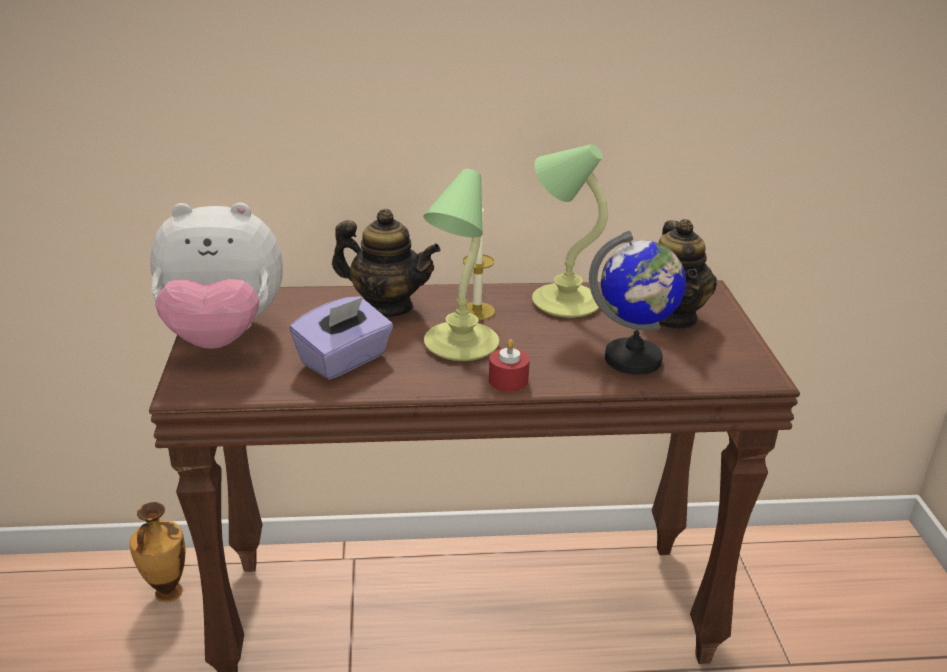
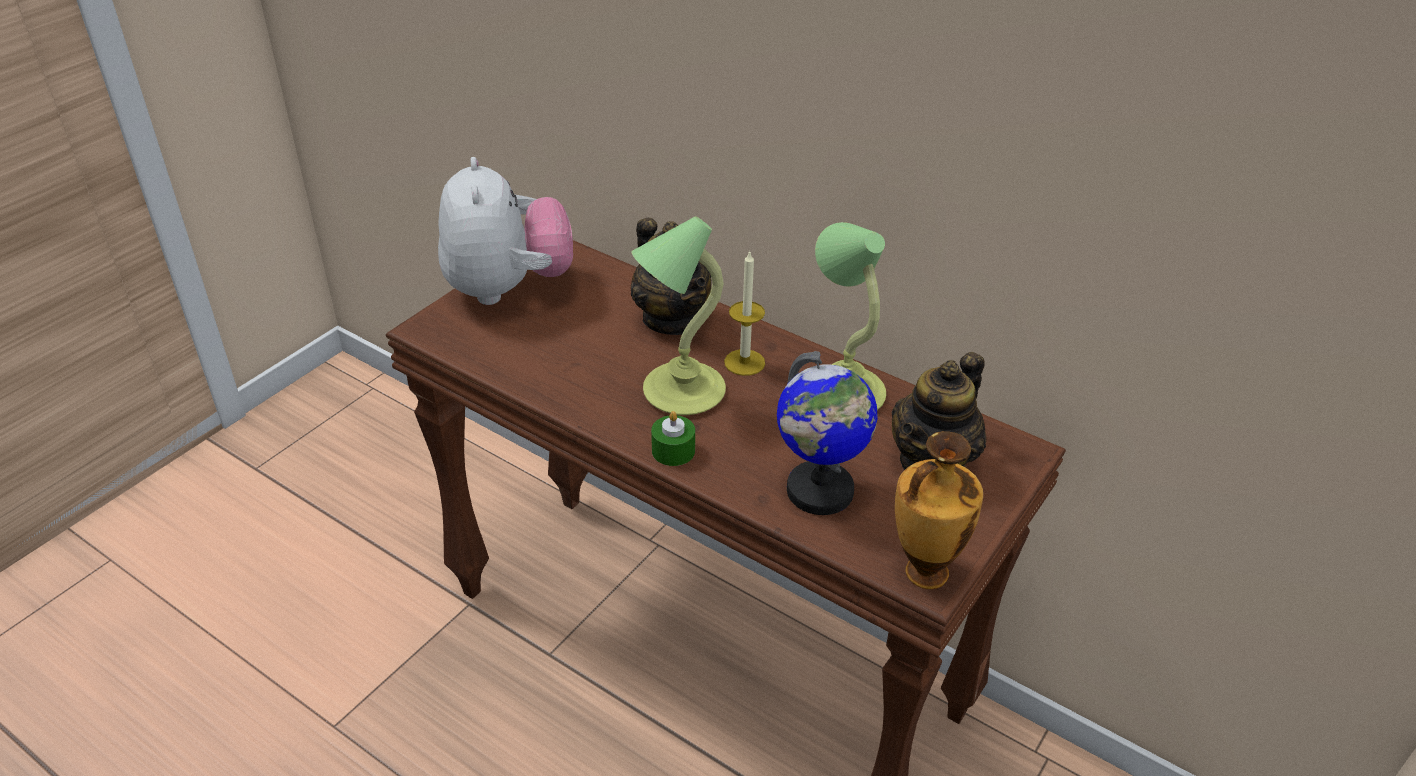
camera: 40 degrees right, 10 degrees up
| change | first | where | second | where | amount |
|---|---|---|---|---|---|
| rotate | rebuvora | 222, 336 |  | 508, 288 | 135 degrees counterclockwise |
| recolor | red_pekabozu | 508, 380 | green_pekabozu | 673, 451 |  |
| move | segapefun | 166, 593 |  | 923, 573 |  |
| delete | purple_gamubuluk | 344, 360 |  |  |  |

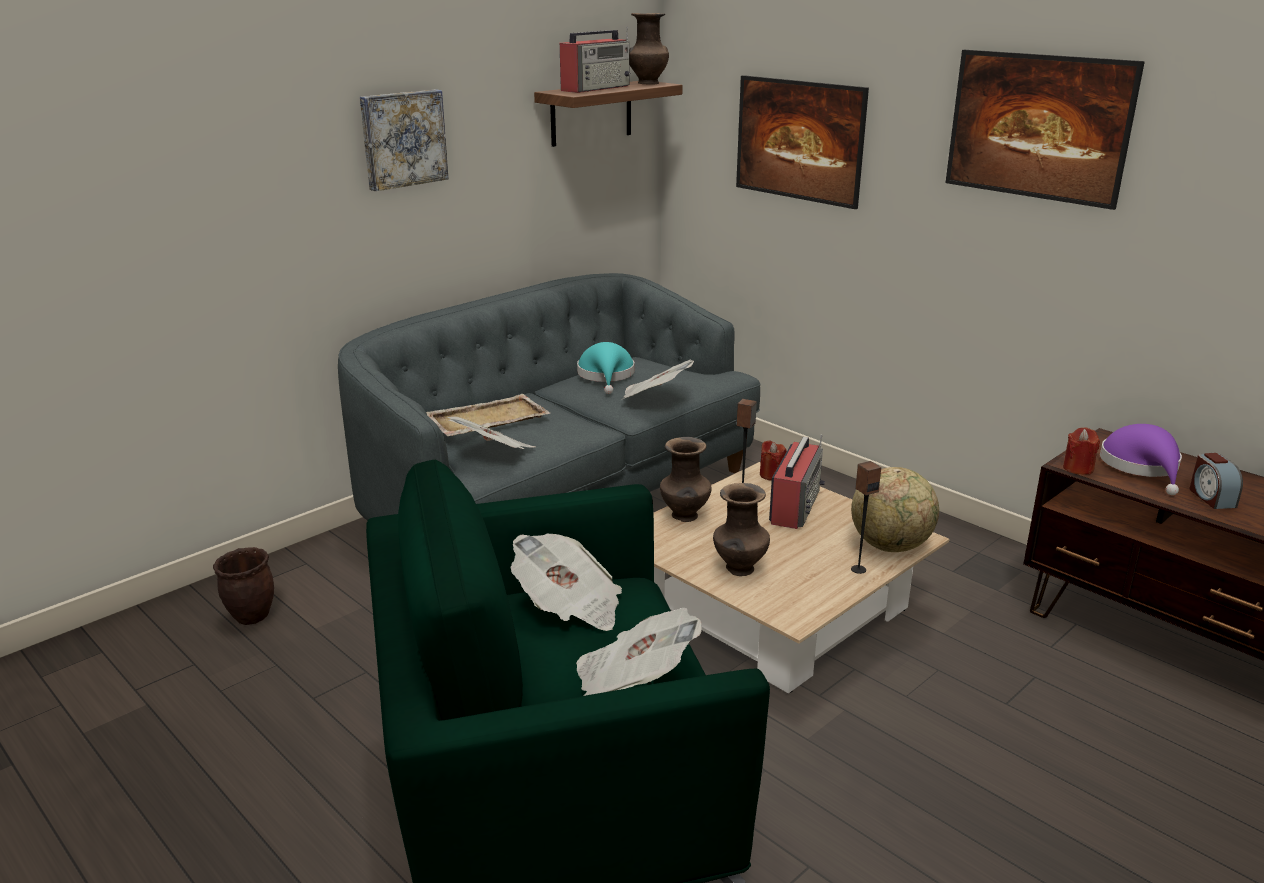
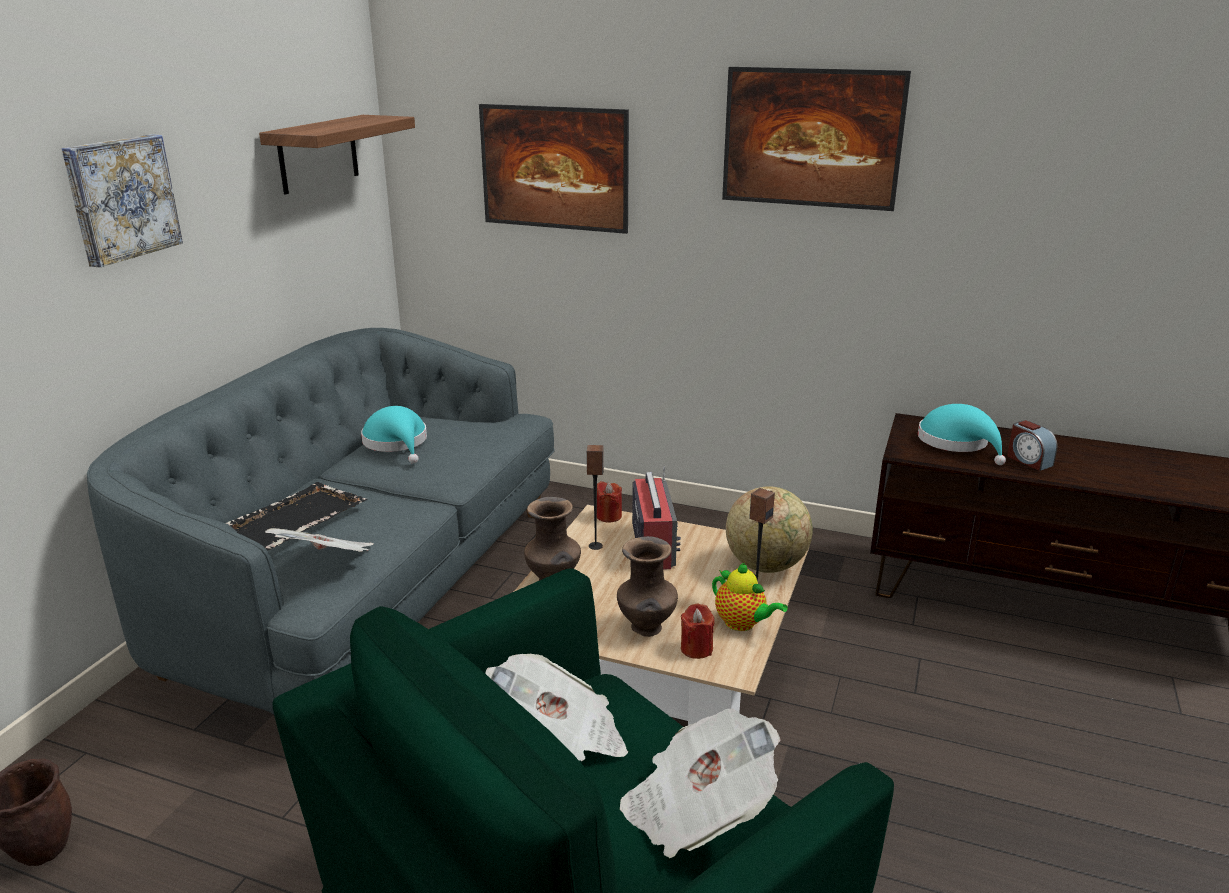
camera: 25 degrees left, 0 degrees up
| change | first | where | second | where | amount |
|---|---|---|---|---|---|
| recolor | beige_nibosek | 486, 419 | black_nibosek | 290, 521 |  |
| move | red_pekabozu | 1078, 468 |  | 696, 649 |  |
| insert |  |  | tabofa | 742, 624 |  |
| recolor | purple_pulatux | 1142, 466 | turquoise_pulatux | 957, 443 |  |
| delete | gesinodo | 596, 88 |  |  |  |
| delete | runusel | 655, 398 |  |  |  |
| delete | brown_segapefun | 647, 83 |  |  |  |

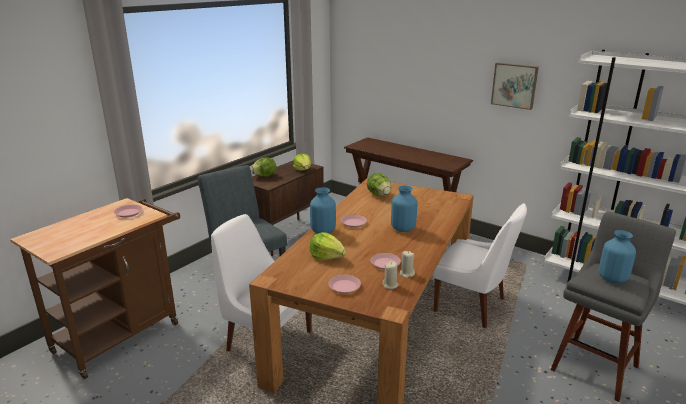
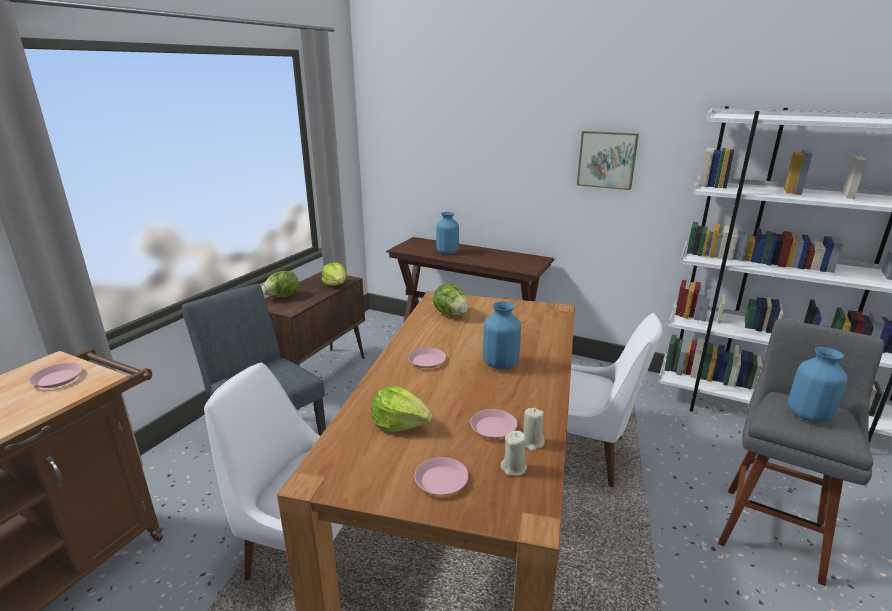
camera: 10 degrees left, 0 degrees up
| change | first | where | second | where | amount |
|---|---|---|---|---|---|
| move | blue_segapefun | 323, 231 |  | 447, 252 |  |

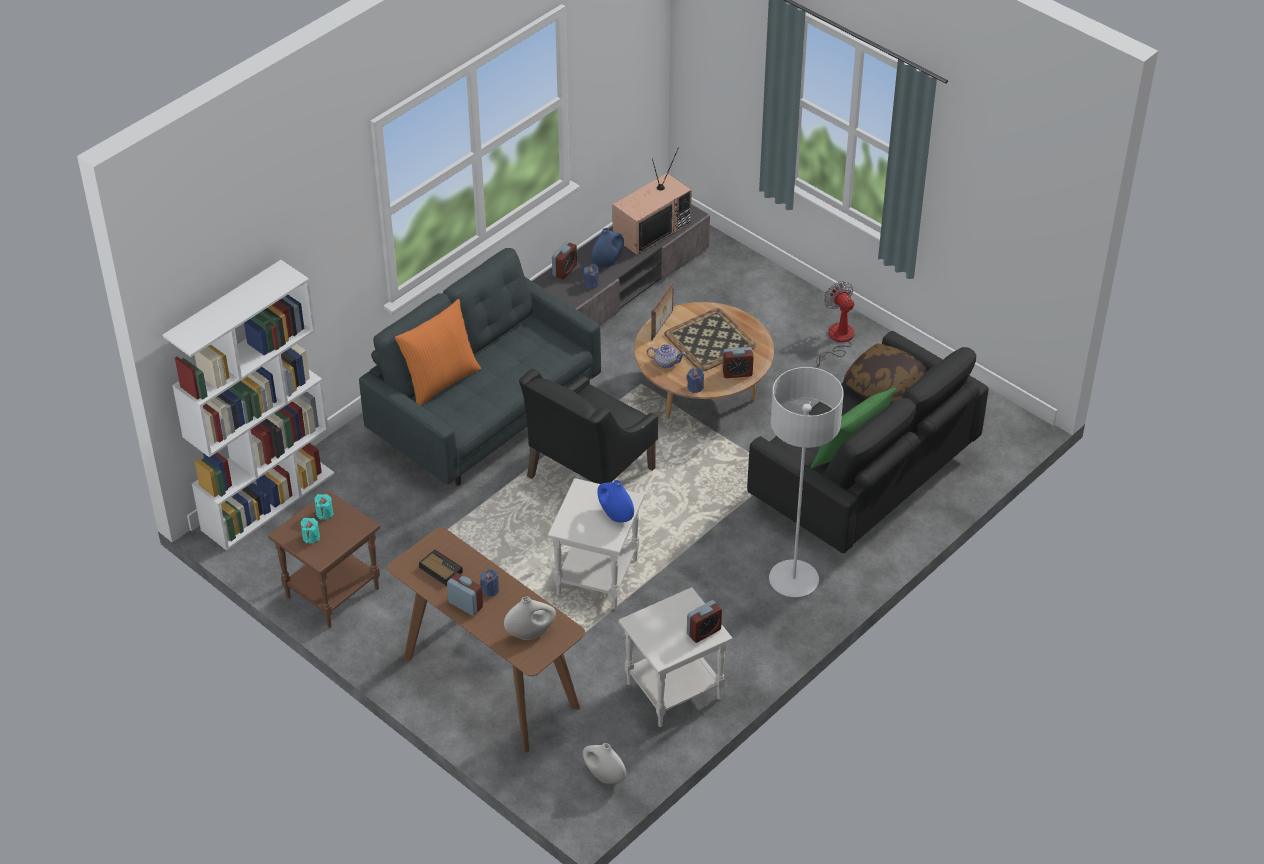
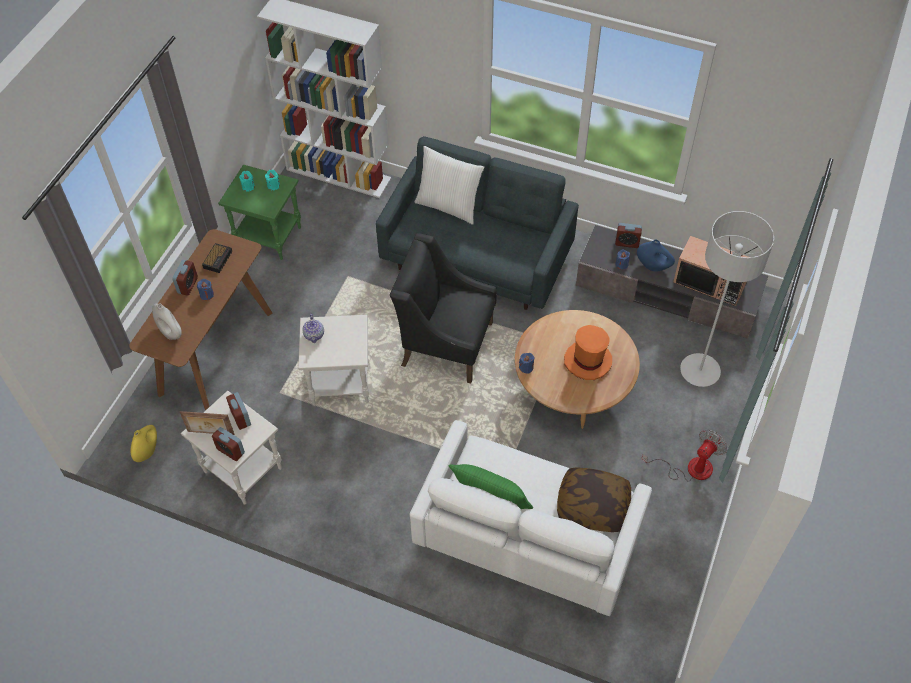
camera: 70 degrees right, 10 degrees up
| change | first | where | second | where | amount |
|---|---|---|---|---|---|
| recolor | white_segapefun | 604, 776 | yellow_segapefun | 147, 451 |  |
| move | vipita | 663, 325 |  | 210, 433 |  |
| recolor | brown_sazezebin | 333, 594 | green_sazezebin | 268, 237 |  |
| move | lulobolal | 737, 373 |  | 241, 418 |  |
| move | tabofa | 665, 362 |  | 314, 334 |  |
| recolor | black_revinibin | 863, 479 | white_revinibin | 527, 538 |  |
| recolor | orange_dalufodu | 440, 381 | white_dalufodu | 448, 206 |  |
| replace | nibosek | 711, 340 | orange_pulatux | 587, 361 |  |
| move | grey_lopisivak | 793, 580 |  | 700, 371 |  |
| delete | blue_segapefun | 615, 515 |  |  |  |

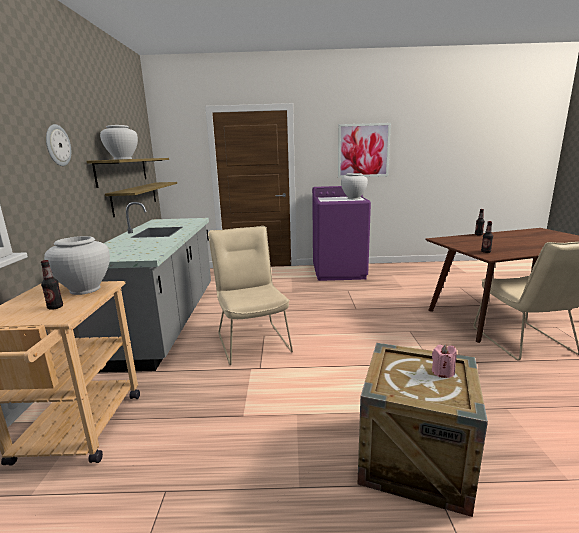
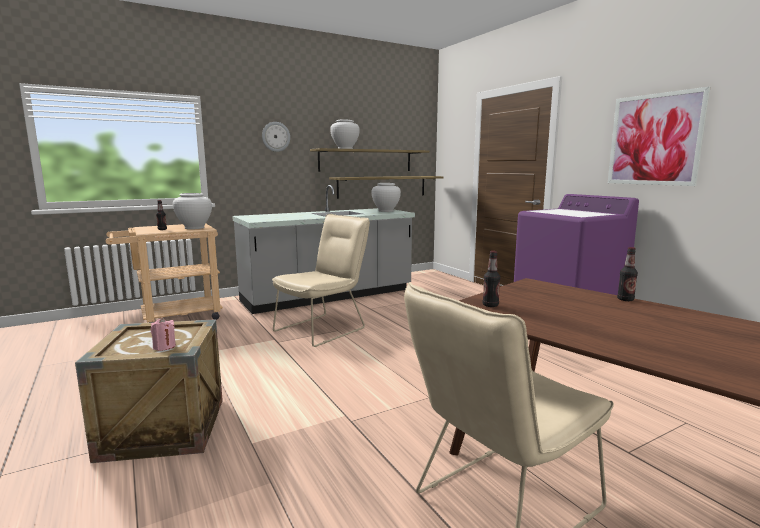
camera: 60 degrees right, 5 degrees down
| change | first | where | second | where | amount |
|---|---|---|---|---|---|
| move | white_segapefun | 353, 198 |  | 386, 211 |  |

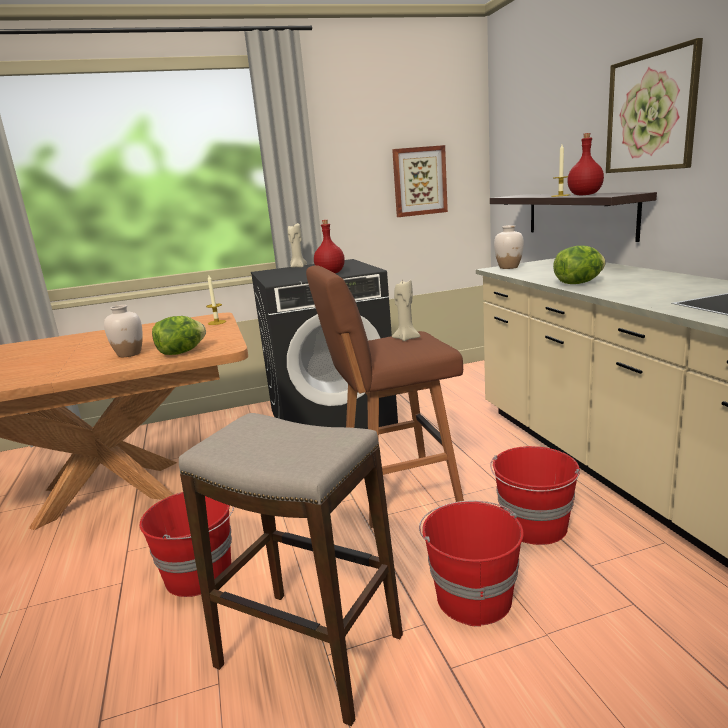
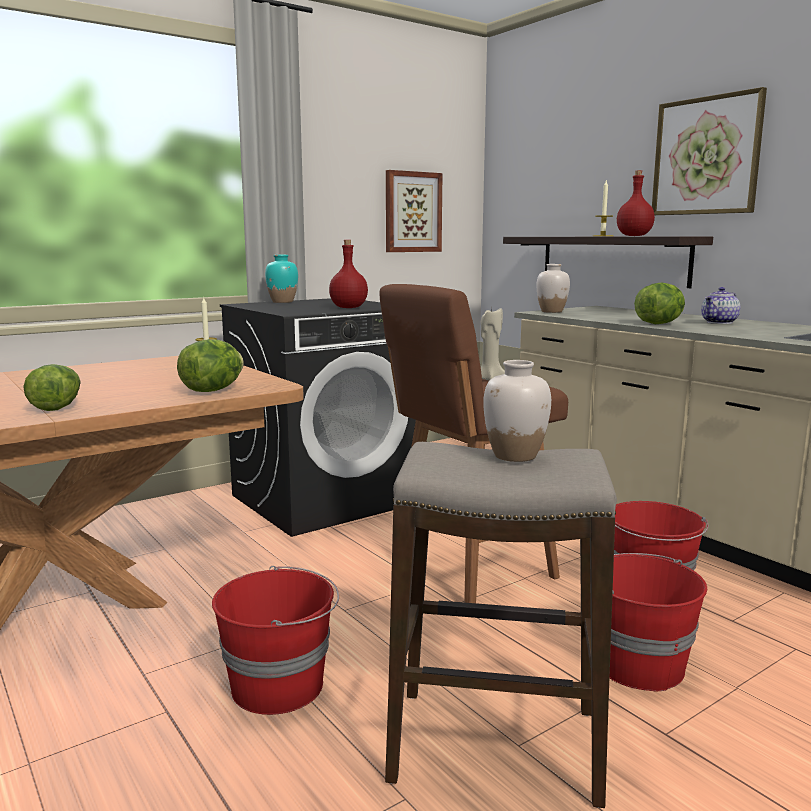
camera: 20 degrees left, 5 degrees down
| change | first | where | second | where | amount |
|---|---|---|---|---|---|
| insert |  |  | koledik | 56, 405 |  |
| replace | beige_pekabozu | 298, 267 | turquoise_segapefun | 283, 302 |  |
| move | white_segapefun | 129, 354 |  | 515, 456 |  |
| insert |  |  | tabofa | 720, 322 |  |

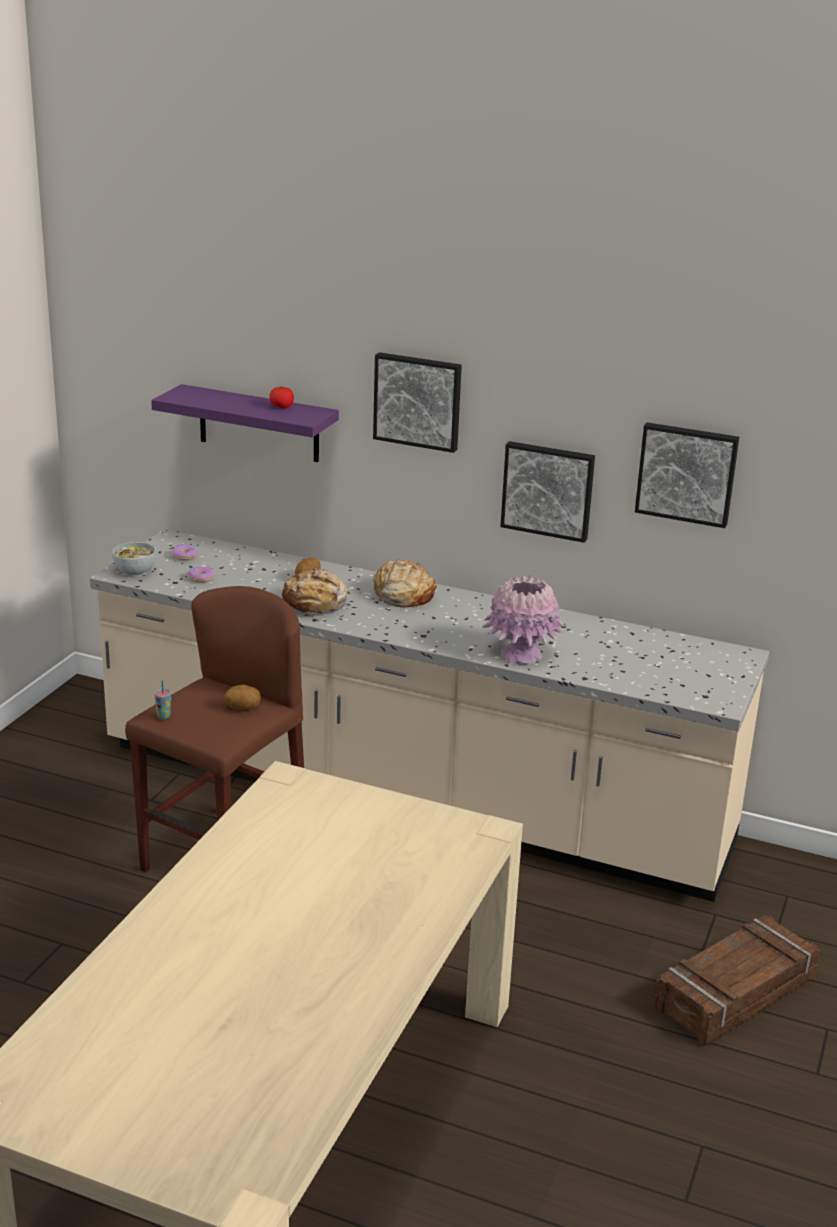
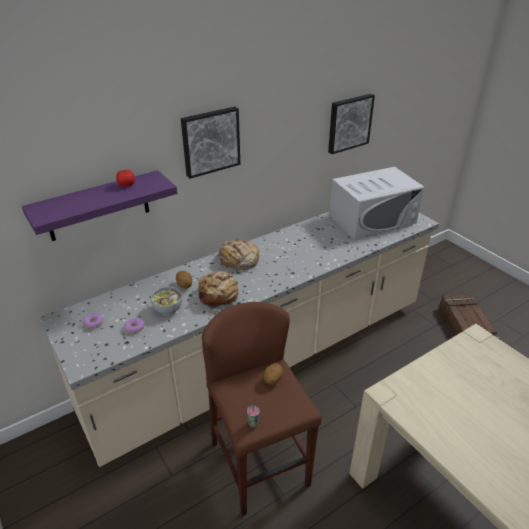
camera: 55 degrees left, 10 degrees up
| change | first | where | second | where | amount |
|---|---|---|---|---|---|
| move | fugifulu | 134, 572 |  | 168, 309 |  |
| insert |  |  | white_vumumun | 372, 219 |  |
| delete | pink_segapefun | 520, 655 |  |  |  |
| delete | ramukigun | 548, 490 |  |  |  |

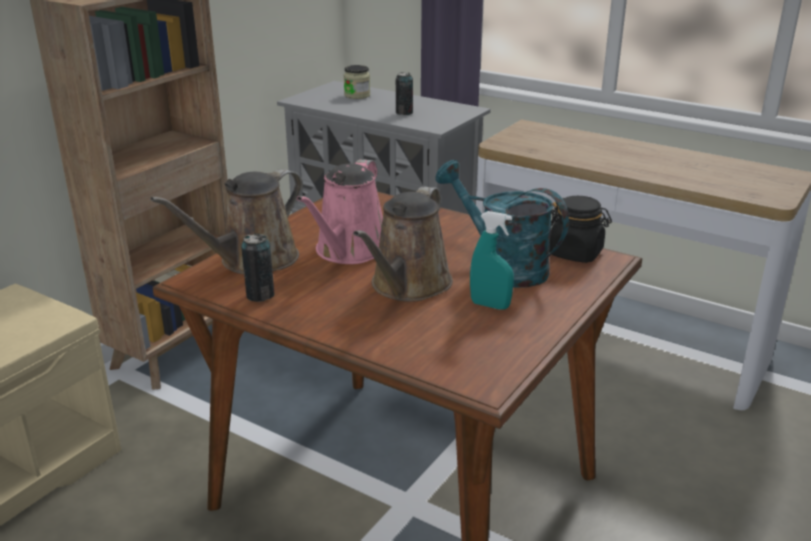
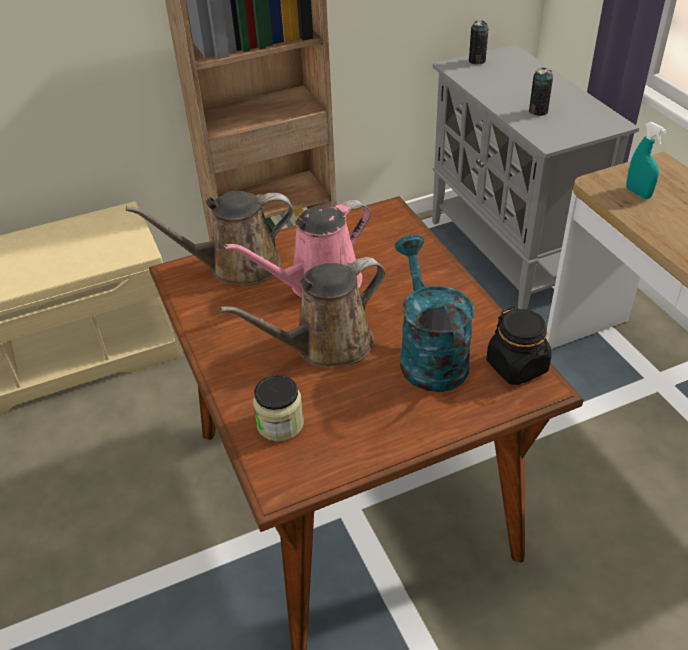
camera: 35 degrees right, 15 degrees up
| change | first | where | second | where | amount |
|---|---|---|---|---|---|
| move | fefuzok | 357, 95 |  | 280, 424 |  |
| move | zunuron | 260, 295 |  | 477, 61 |  |
| move | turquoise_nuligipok | 490, 305 |  | 638, 193 |  |

